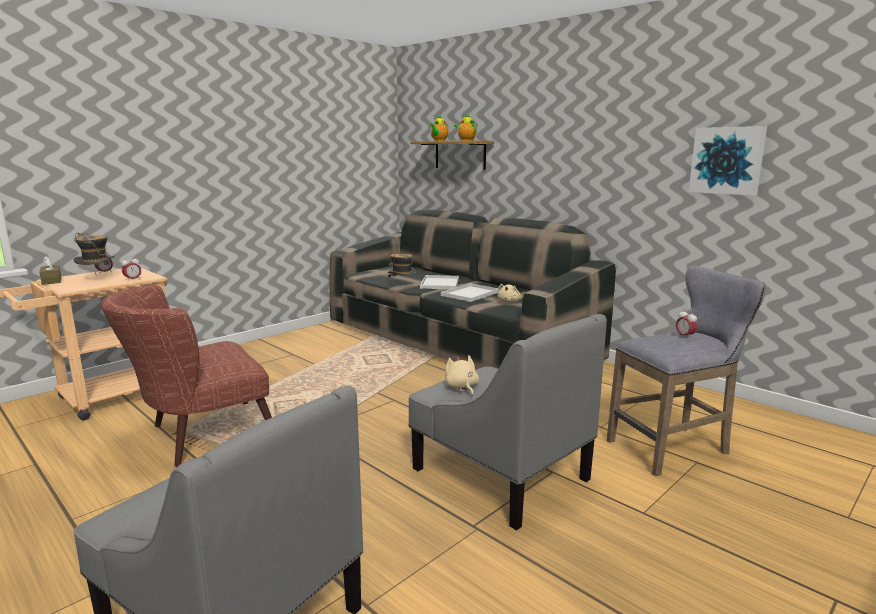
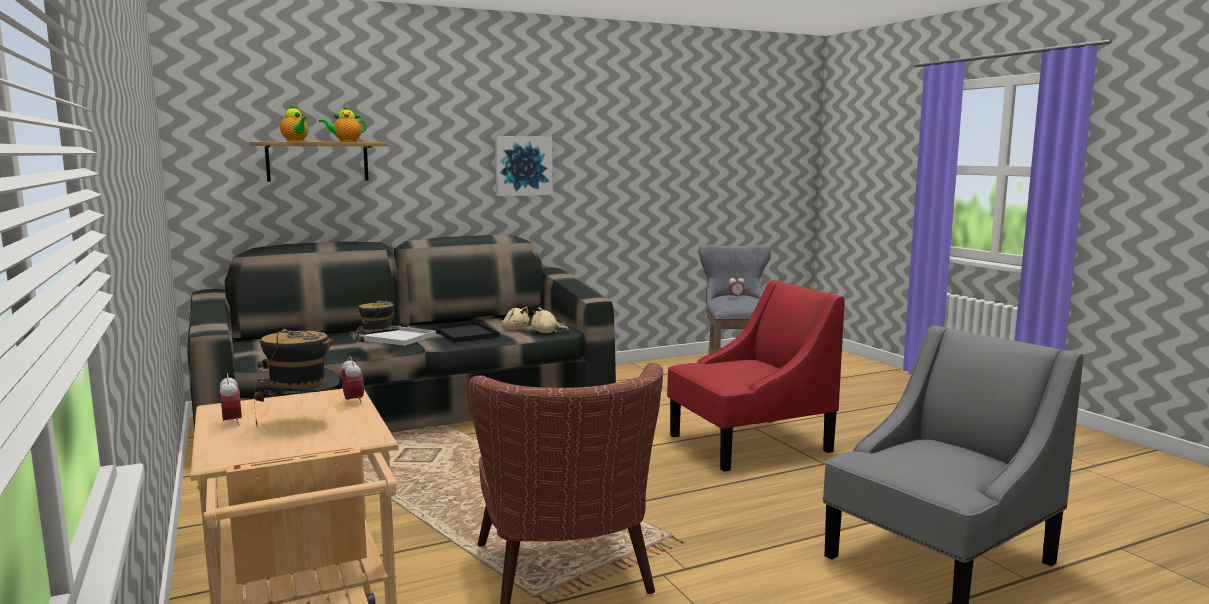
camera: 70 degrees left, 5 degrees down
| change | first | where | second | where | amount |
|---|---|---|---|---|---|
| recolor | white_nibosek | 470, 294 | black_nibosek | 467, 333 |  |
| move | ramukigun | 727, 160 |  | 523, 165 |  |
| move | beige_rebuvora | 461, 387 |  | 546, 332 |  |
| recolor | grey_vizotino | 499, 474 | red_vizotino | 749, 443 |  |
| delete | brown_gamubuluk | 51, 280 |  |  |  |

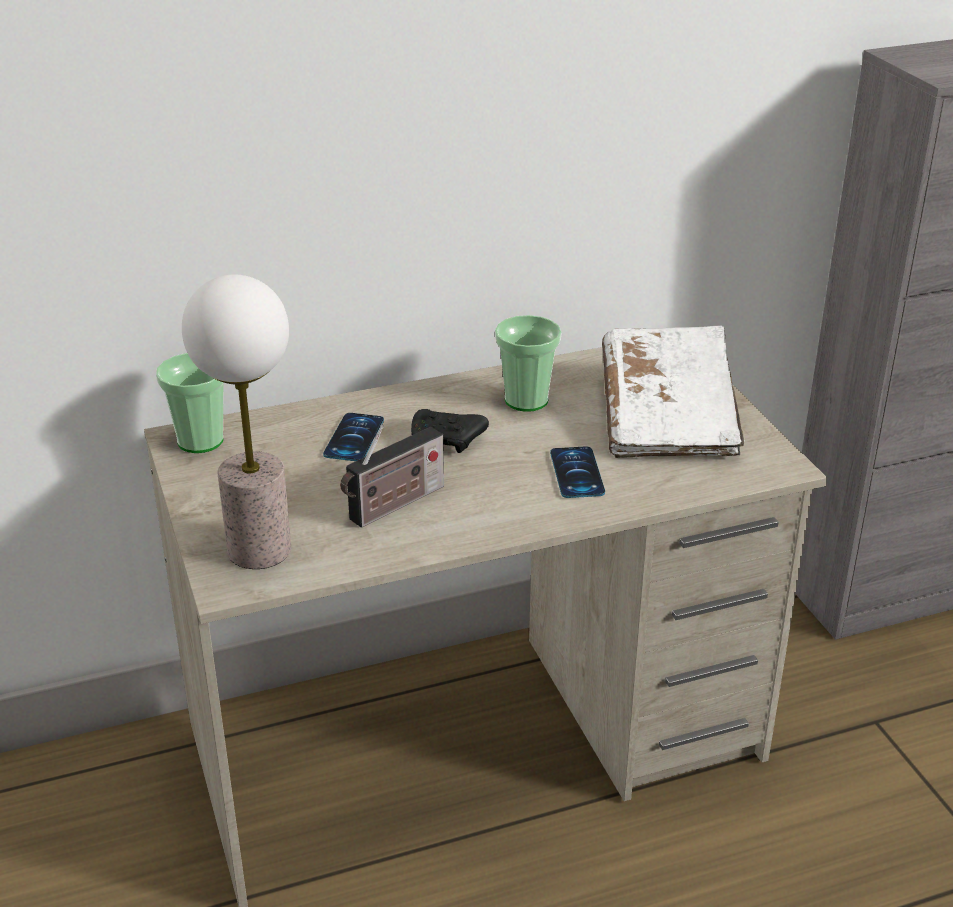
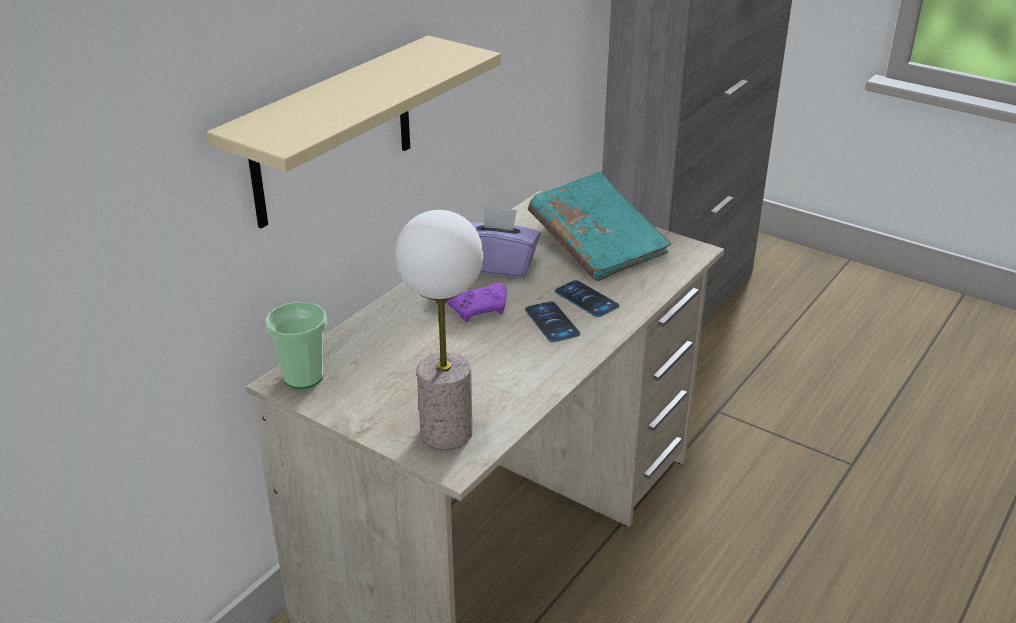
camera: 35 degrees left, 0 degrees up
| change | first | where | second | where | amount |
|---|---|---|---|---|---|
| insert |  |  | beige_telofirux | 333, 133 |  |
| recolor | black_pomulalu | 447, 441 | purple_pomulalu | 480, 310 |  |
| replace | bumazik | 526, 400 | purple_gamubuluk | 498, 265 |  |
| move | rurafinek | 354, 438 |  | 552, 322 |  |
| recolor | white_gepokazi | 667, 417 | turquoise_gepokazi | 597, 245 |  |
| delete | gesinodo | 394, 505 |  |  |  |

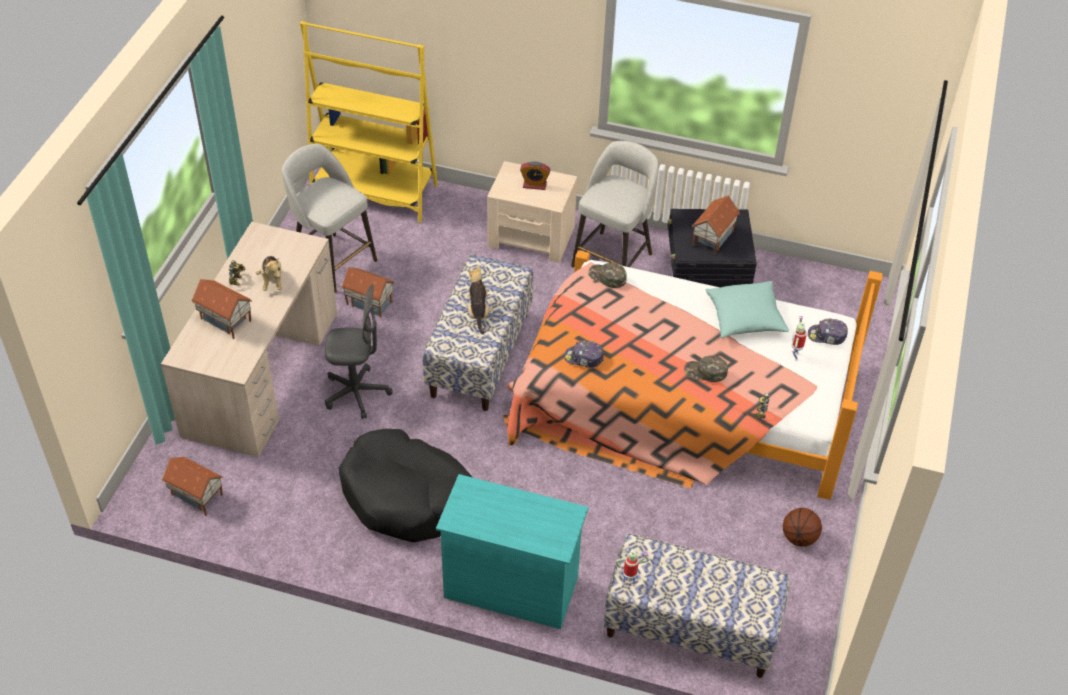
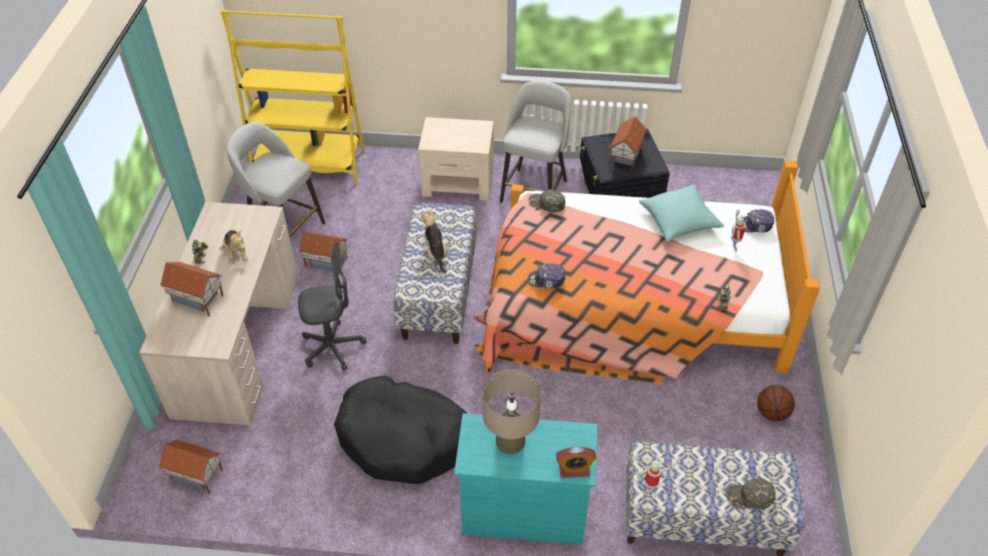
camera: 10 degrees left, 0 degrees up
| change | first | where | second | where | amount |
|---|---|---|---|---|---|
| insert |  |  | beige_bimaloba | 510, 441 |  |
| move | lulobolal | 534, 185 |  | 574, 470 |  |
| move | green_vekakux | 705, 372 |  | 749, 497 |  |

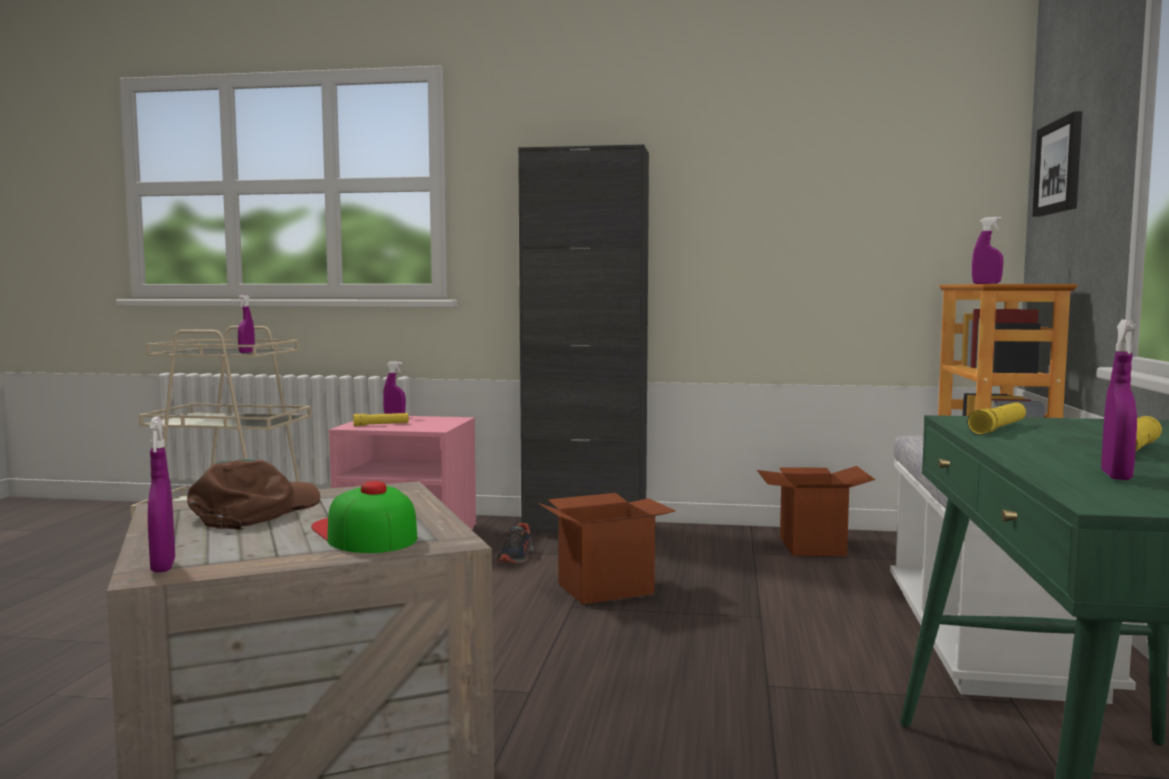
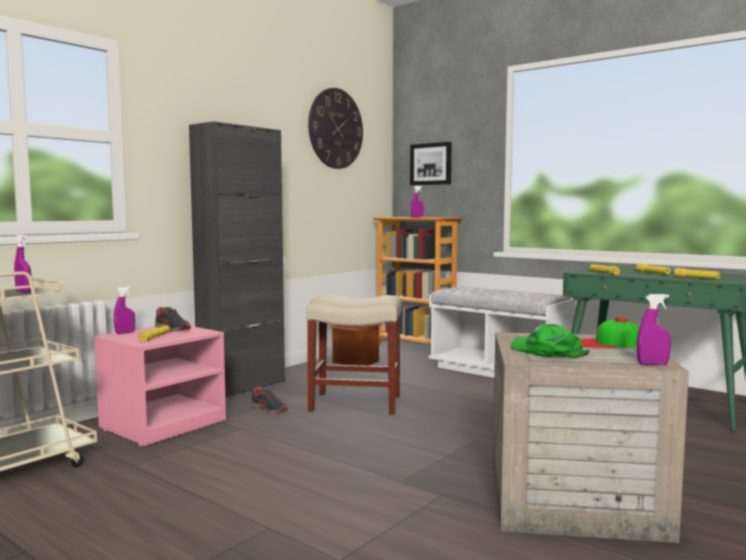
camera: 60 degrees left, 0 degrees up
| change | first | where | second | where | amount |
|---|---|---|---|---|---|
| insert |  |  | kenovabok | 173, 329 |  |
| replace | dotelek | 606, 589 | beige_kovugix | 357, 403 |  |
| insert |  |  | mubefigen | 335, 128 |  |
| recolor | brown_vekakux | 256, 511 | green_vekakux | 547, 351 |  |
| replace | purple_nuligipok | 1116, 476 | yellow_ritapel | 696, 278 |  |

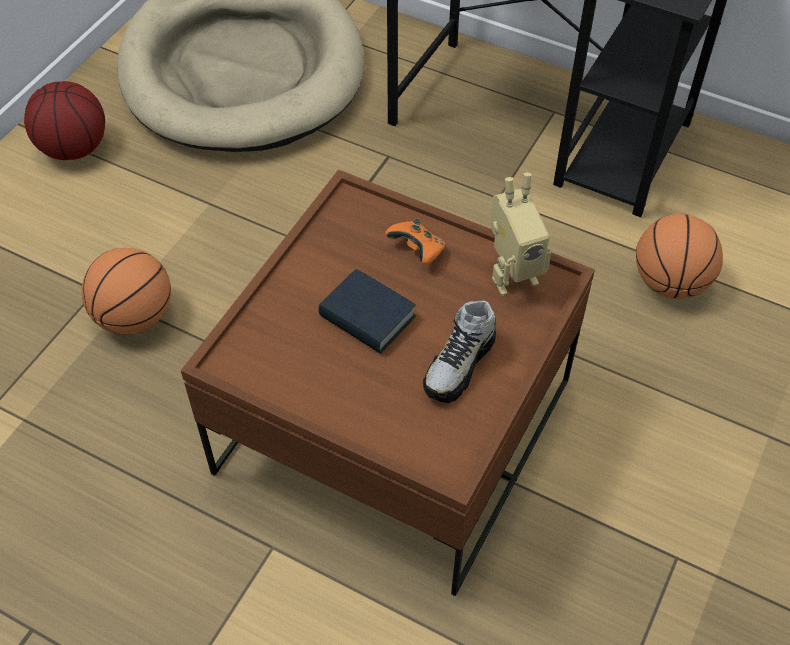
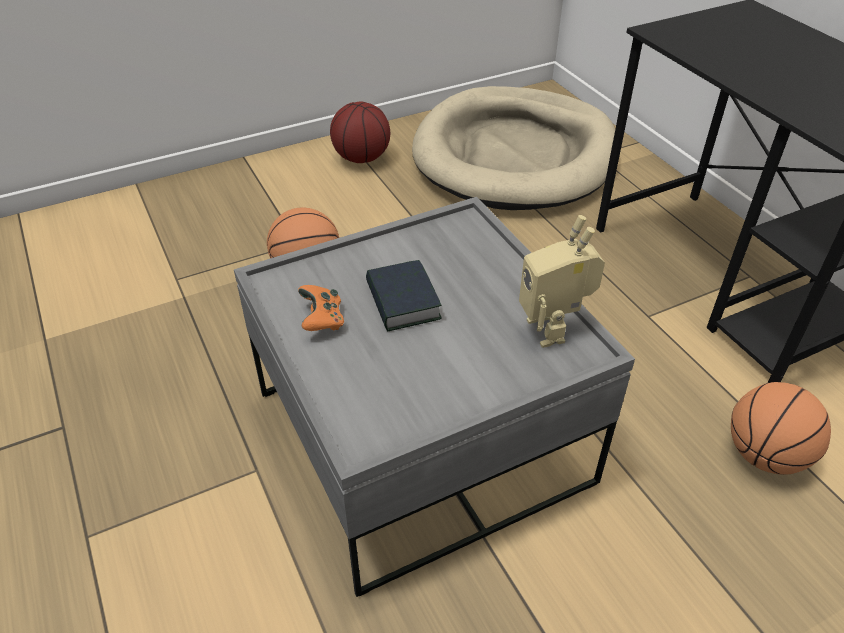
camera: 35 degrees right, 10 degrees down
| change | first | where | second | where | amount |
|---|---|---|---|---|---|
| recolor | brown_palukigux | 395, 426 | grey_palukigux | 422, 437 |  |
| move | orange_pomulalu | 418, 251 |  | 322, 320 |  |
| rotate | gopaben | 511, 275 |  | 553, 329 | 60 degrees clockwise |
| delete | kenovabok | 459, 365 |  |  |  |

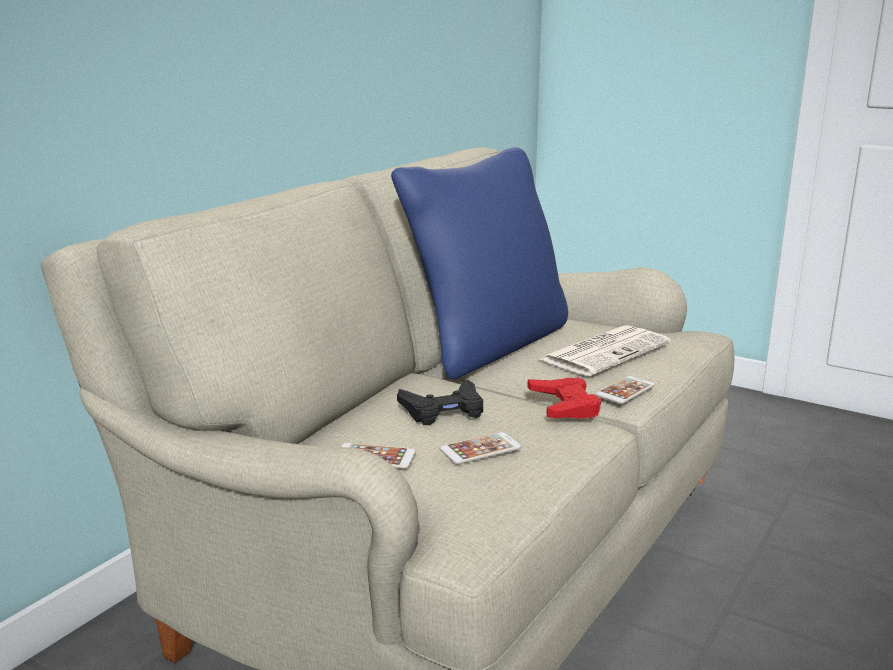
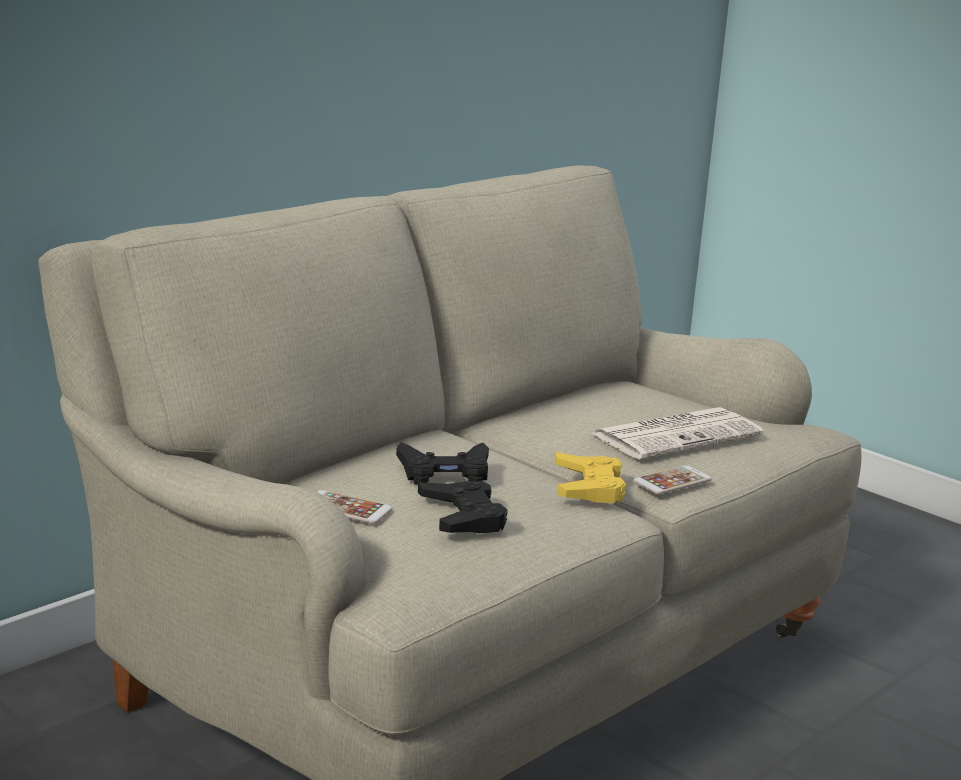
camera: 10 degrees right, 0 degrees up
| change | first | where | second | where | amount |
|---|---|---|---|---|---|
| replace | rurafinek | 480, 449 | black_pomulalu | 463, 516 |  |
| recolor | red_pomulalu | 564, 405 | yellow_pomulalu | 588, 487 |  |
| delete | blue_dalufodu | 487, 345 |  |  |  |

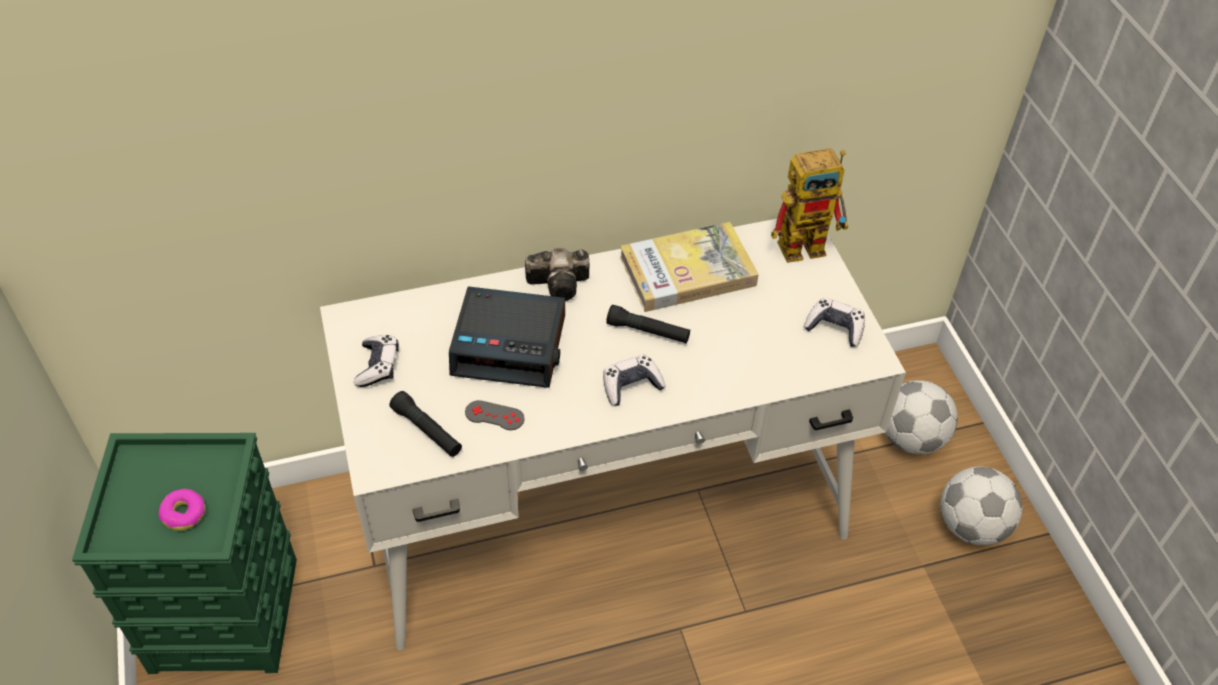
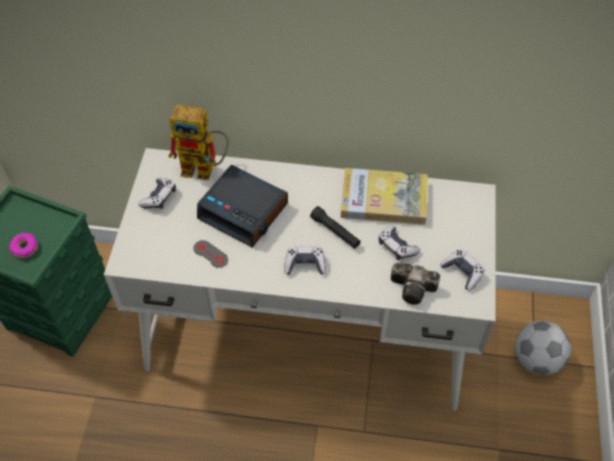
camera: 25 degrees right, 5 degrees up
| change | first | where | second | where | amount |
|---|---|---|---|---|---|
| move | gopaben | 810, 243 |  | 205, 168 |  |
| insert |  |  | pomulalu | 397, 247 |  |
| move | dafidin | 561, 284 |  | 415, 289 |  |
| delete | black_ritapel | 427, 431 |  |  |  |
| delete | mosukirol | 971, 525 |  |  |  |

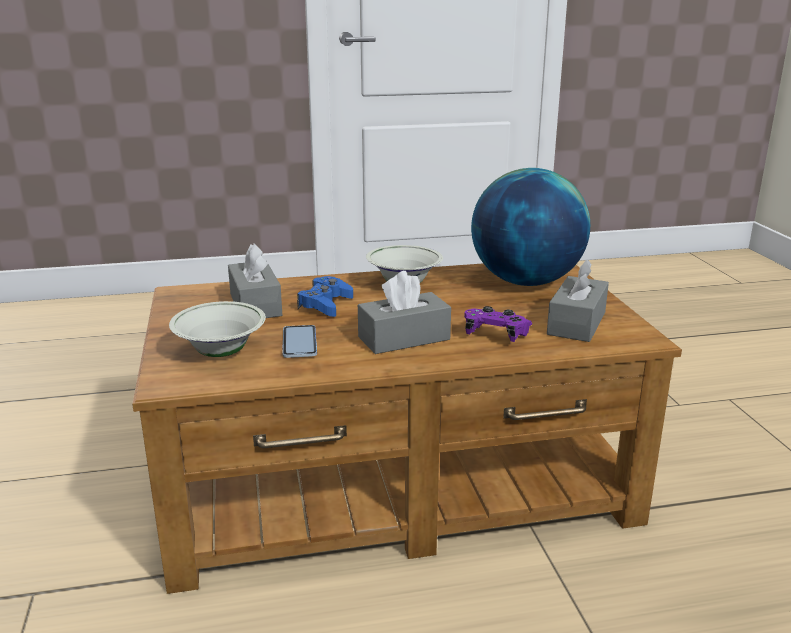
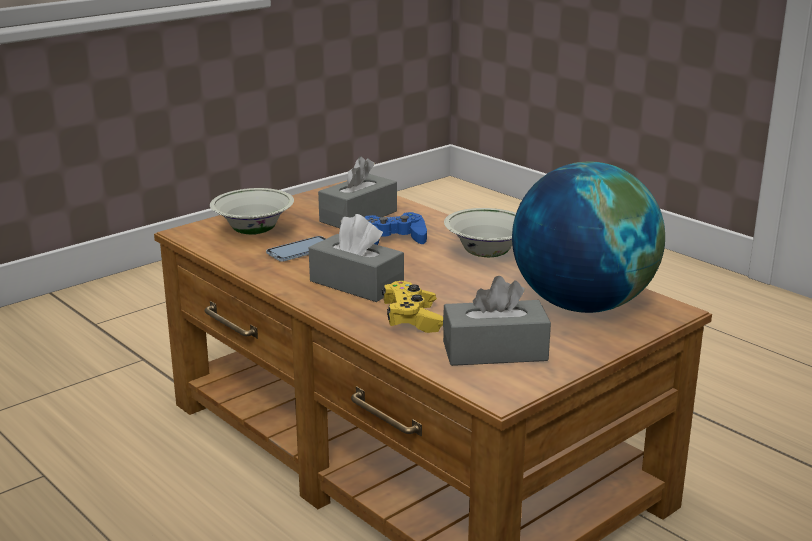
camera: 60 degrees right, 0 degrees up
| change | first | where | second | where | amount |
|---|---|---|---|---|---|
| recolor | purple_pomulalu | 496, 335 | yellow_pomulalu | 412, 319 |  |

